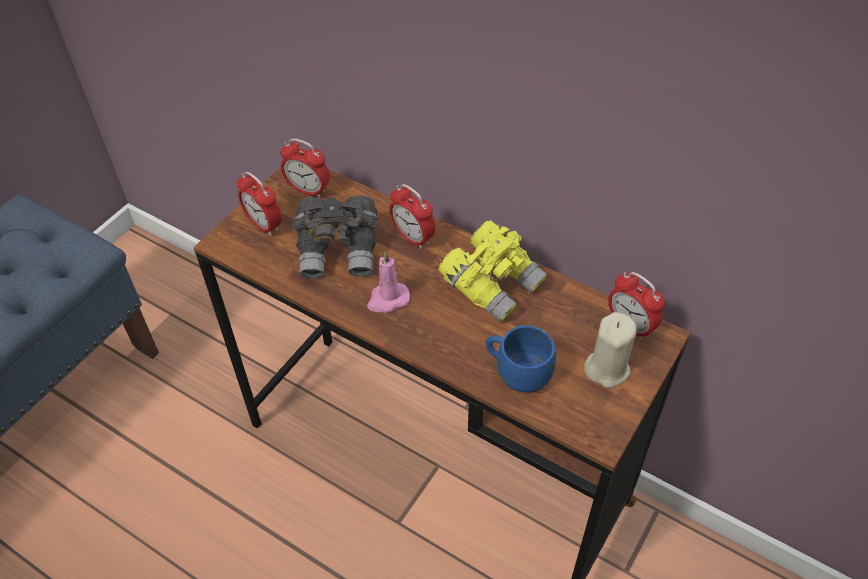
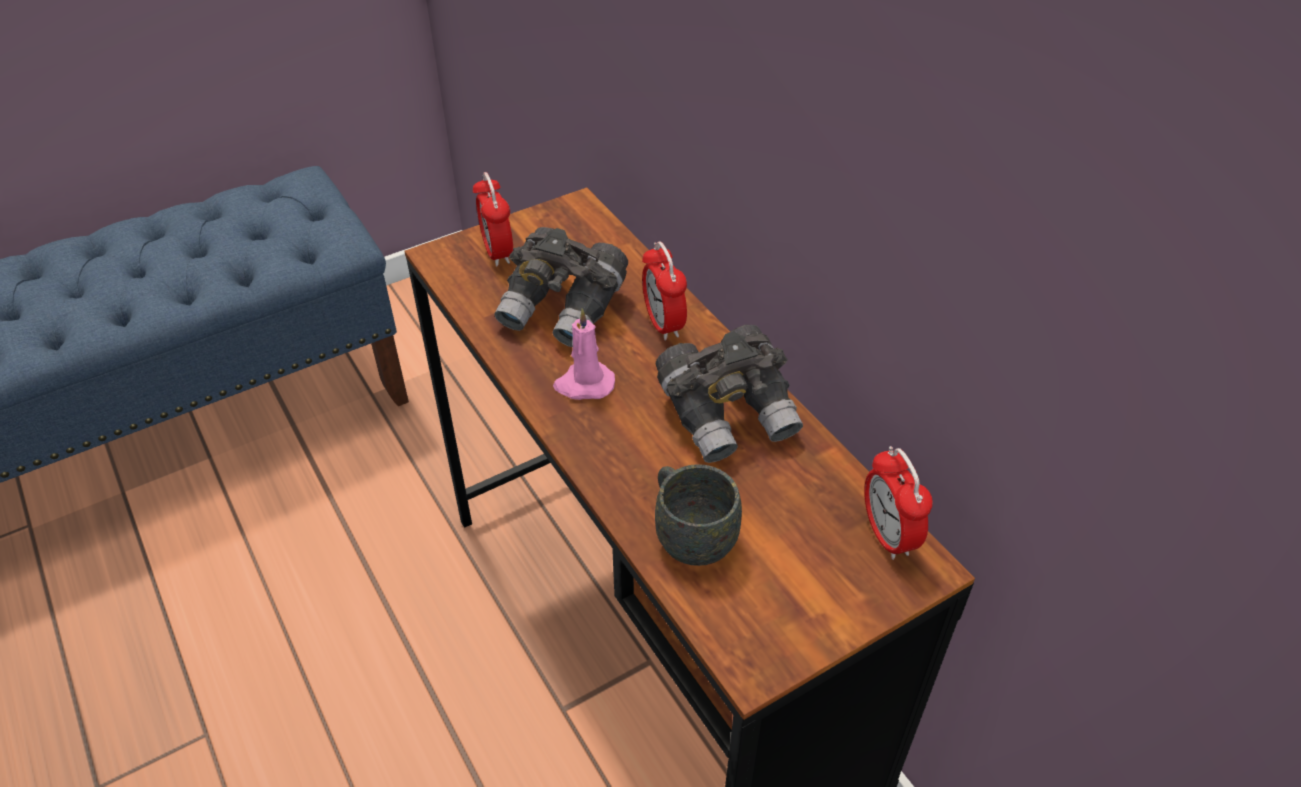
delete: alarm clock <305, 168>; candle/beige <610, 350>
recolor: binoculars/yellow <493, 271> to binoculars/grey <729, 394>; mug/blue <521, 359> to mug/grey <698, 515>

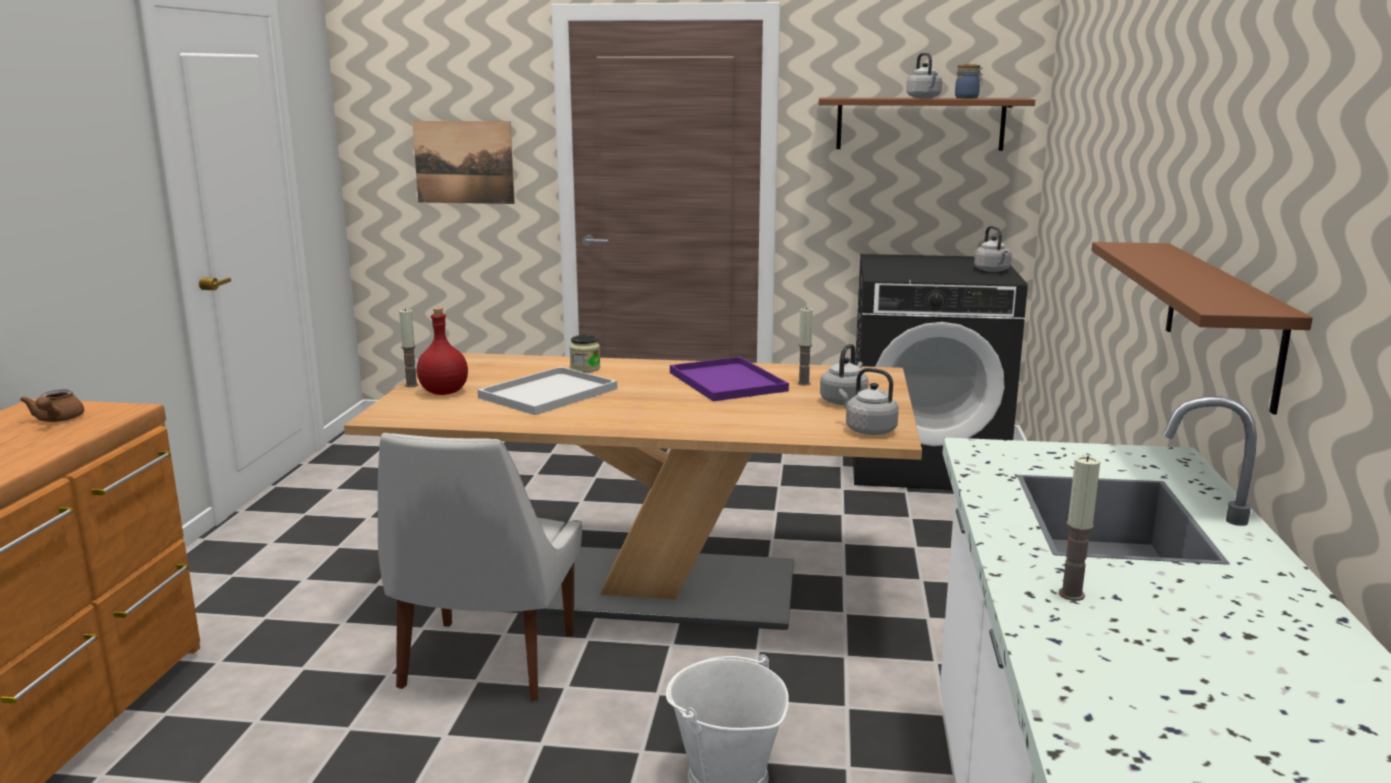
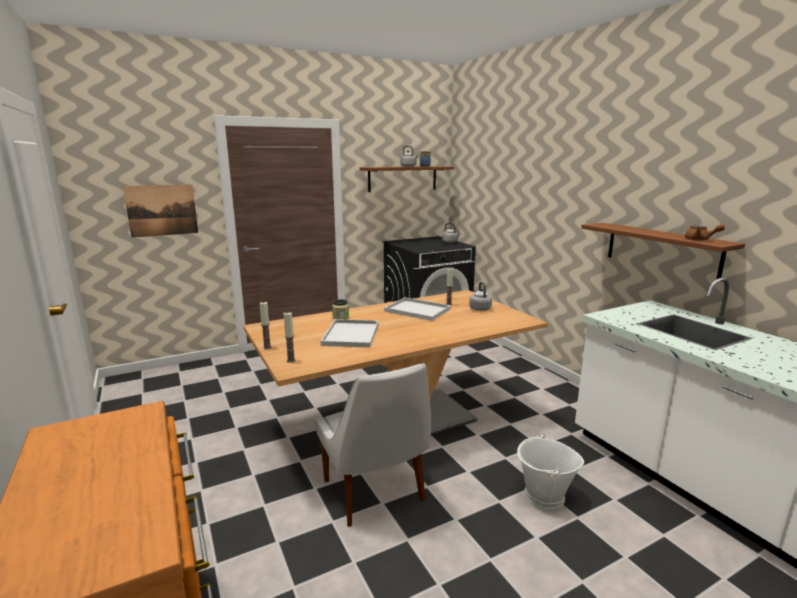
delete: bottle/red <442, 351>; kettle/grey <869, 401>
move: teapot/brown <52, 405> to <705, 232>; candle <1079, 528> to <290, 337>
recolor: tray/purple <729, 379> to tray/white <417, 309>

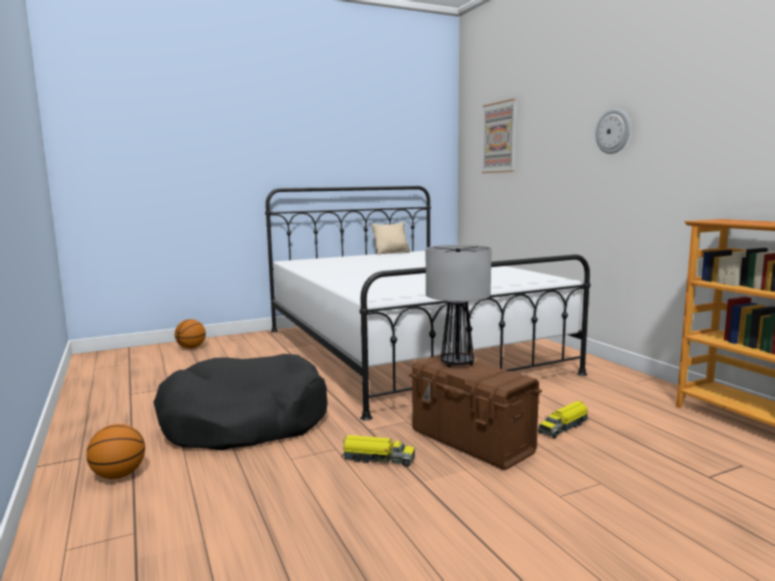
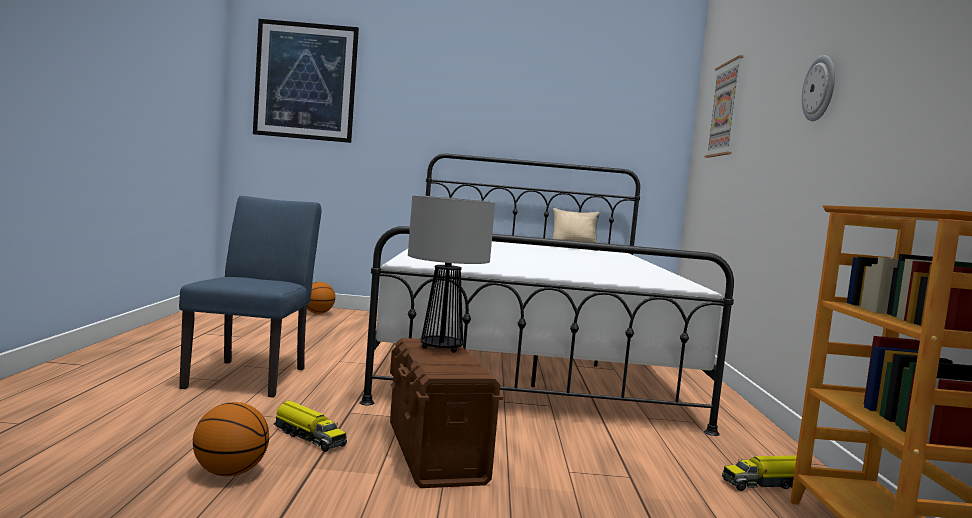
insert: picture <306, 81>
move: toy truck <563, 420> to <759, 473>; basketball <115, 451> to <231, 439>
replace: dog bed/black <240, 402> to chair/blue <250, 297>

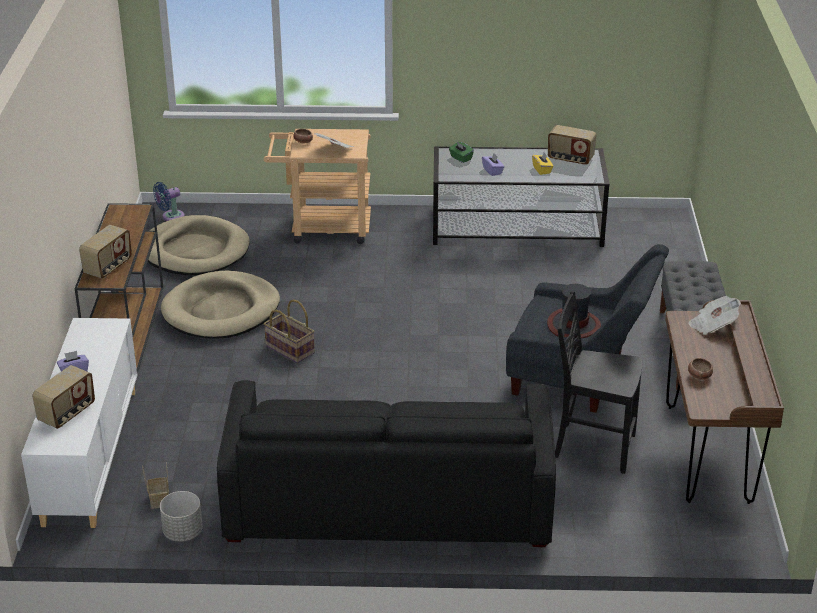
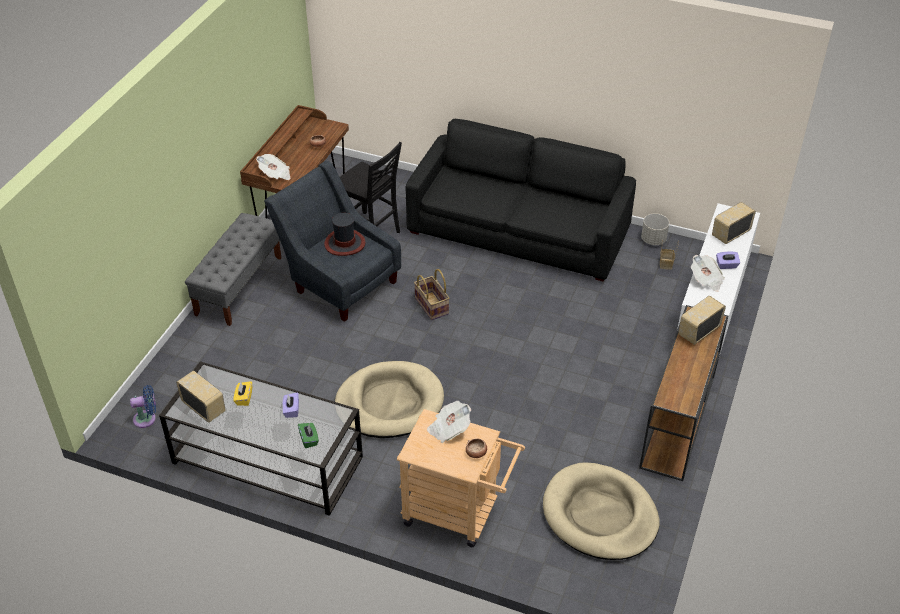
insert: newspaper <708, 273>
move: fan/blue <169, 201> to <143, 406>; dog bed/beige <220, 305> to <389, 399>; basket <289, 331> to <431, 294>

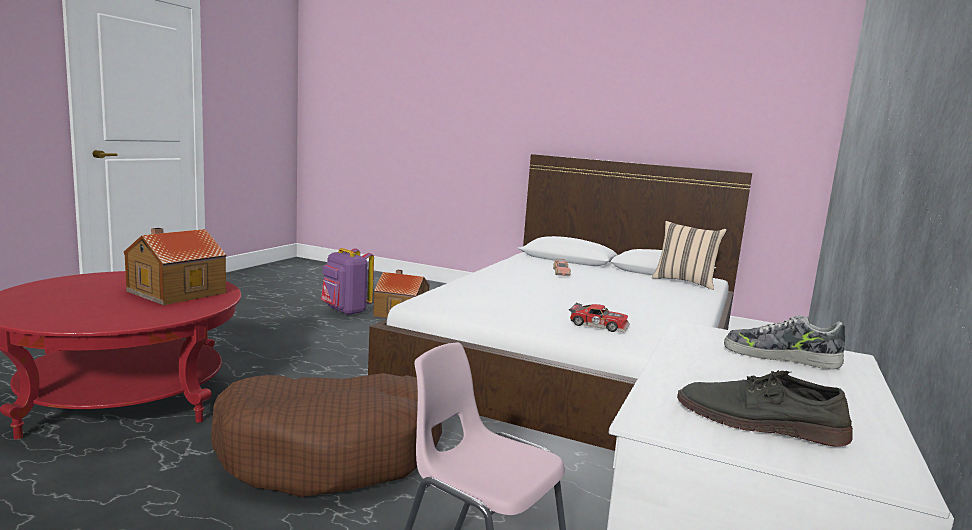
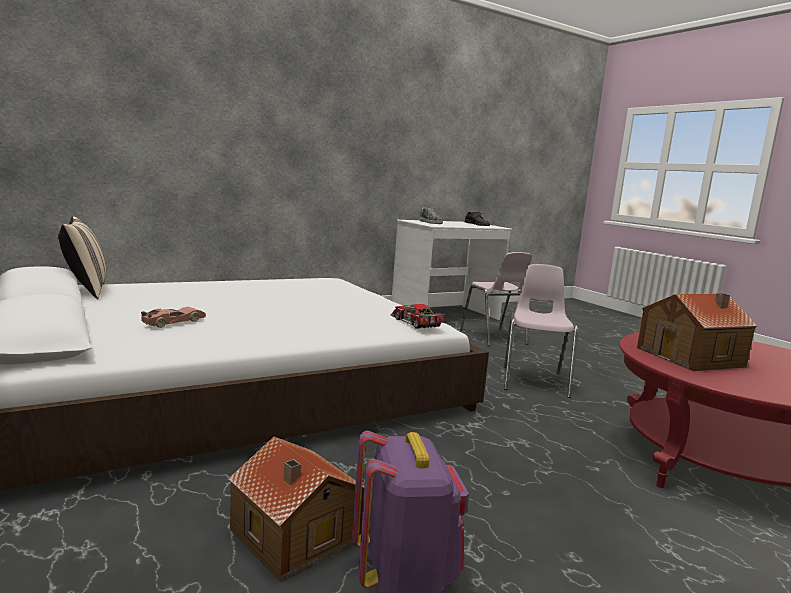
move: toy car <599, 317> to <418, 316>
replace: dog bed/brown <326, 435> to chair/pink <541, 331>

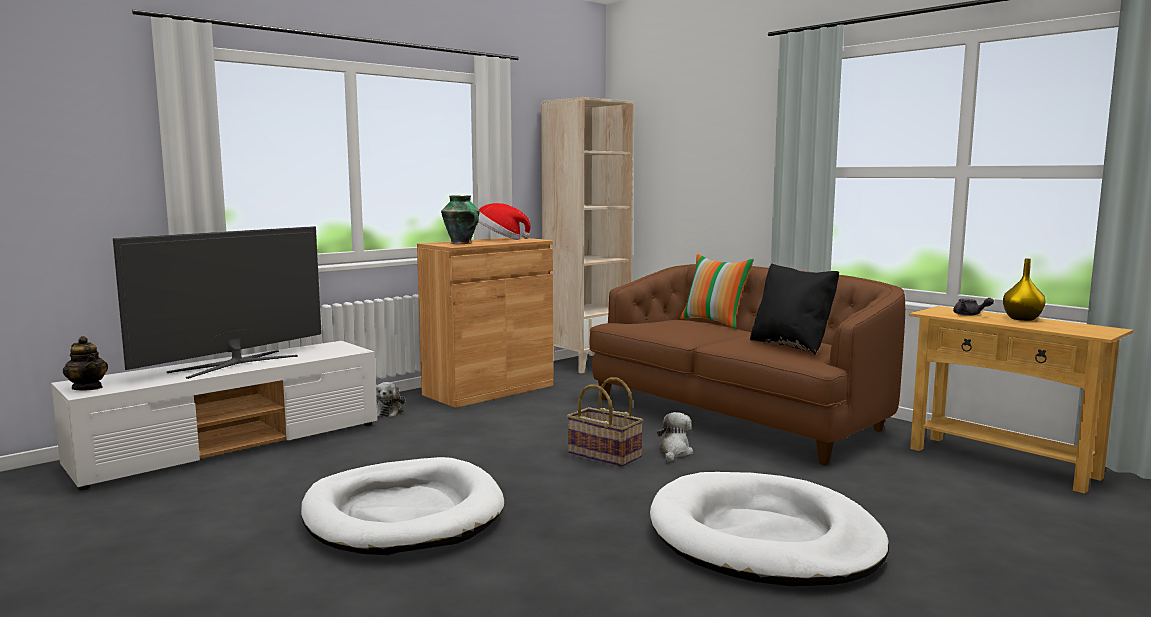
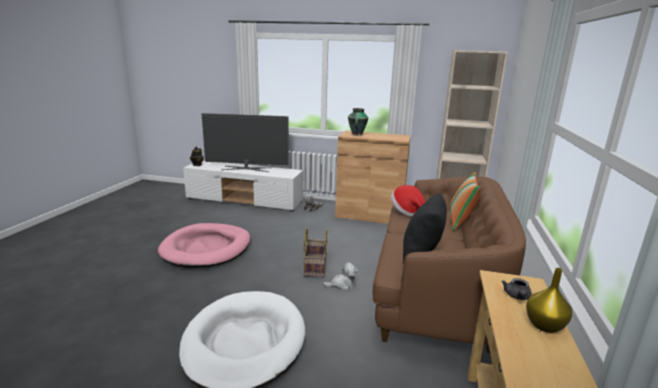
move: hat <505, 221> to <408, 201>
recolor: dog bed/white <402, 506> to dog bed/pink <204, 245>

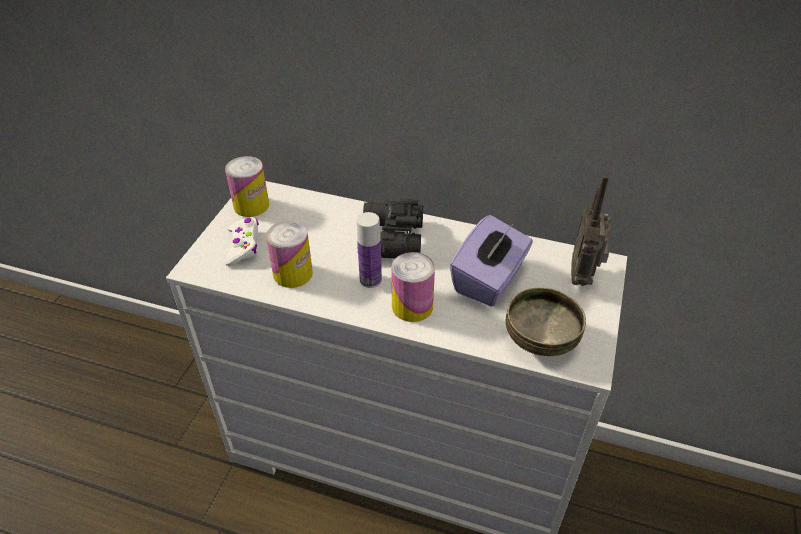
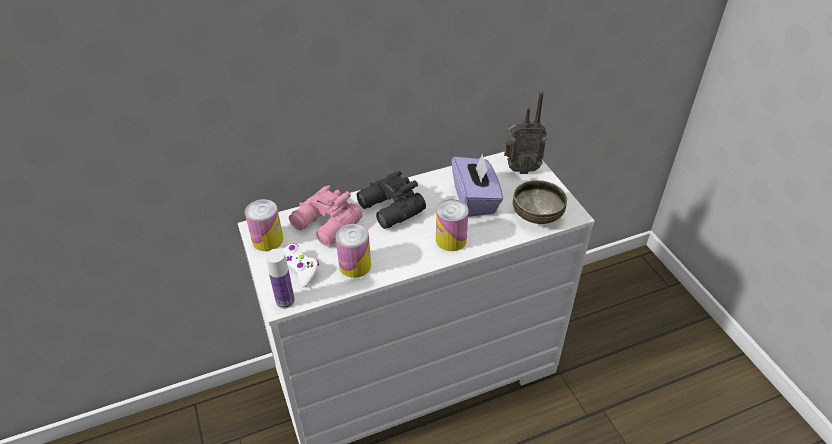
insert: binoculars/pink <326, 215>
move: bottle <369, 250> to <280, 279>
rotate: radio <591, 230> = <525, 133> 60 degrees counterclockwise

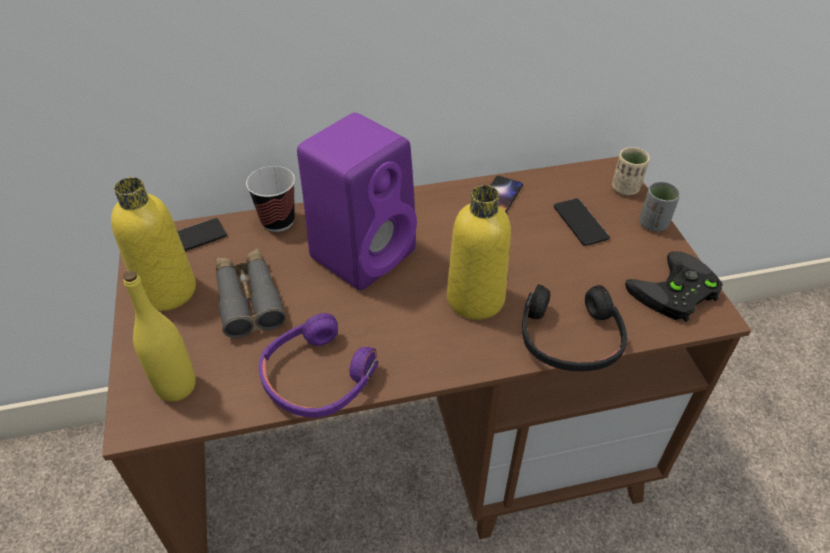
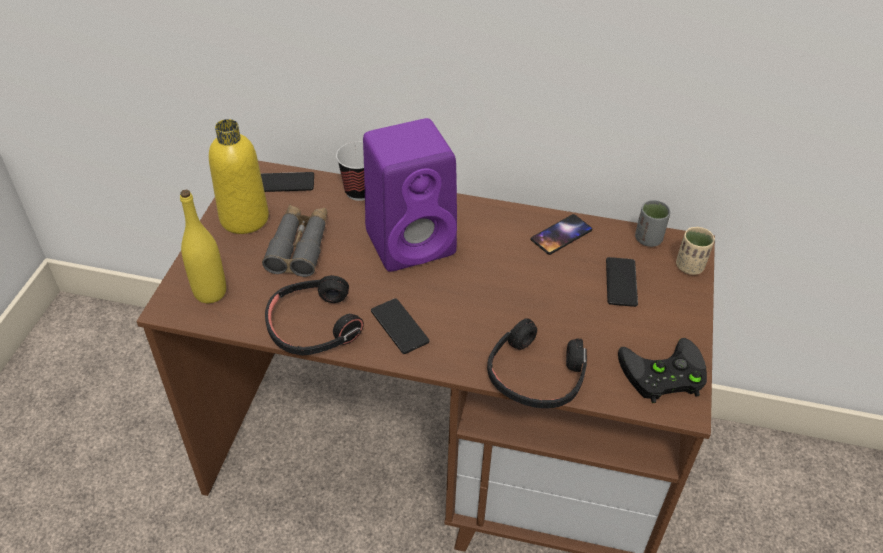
delete: bottle/yellow <479, 252>
insert: phone <400, 326>
move: cup/grey <659, 206> to <653, 223>
recolor: headphones/purple <318, 365> to headphones/black <314, 315>

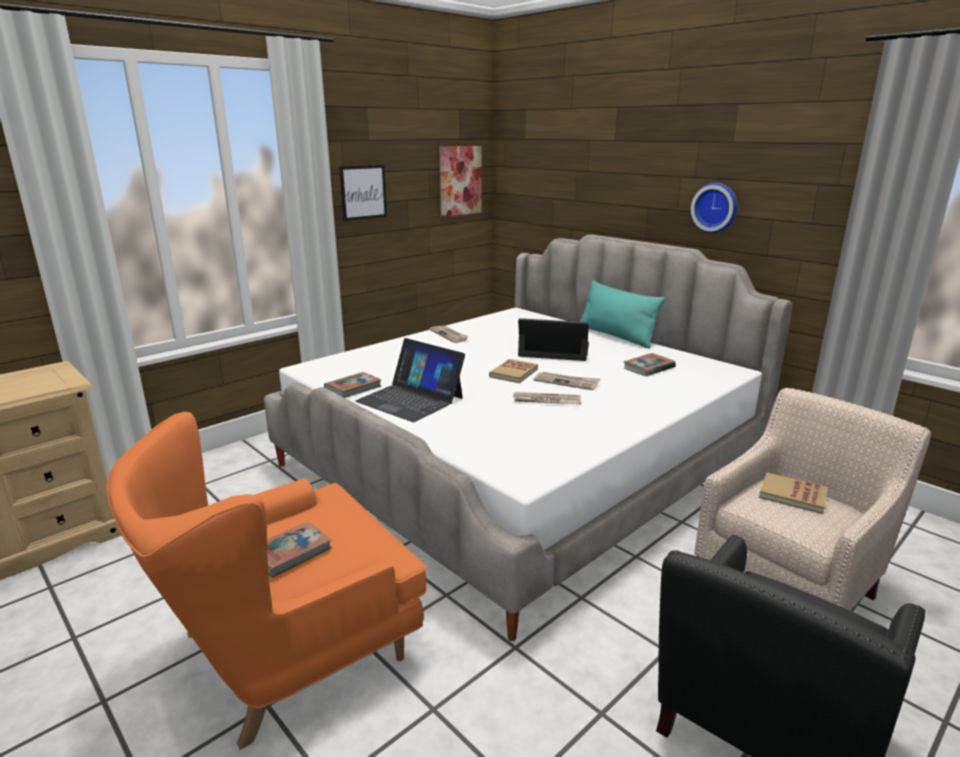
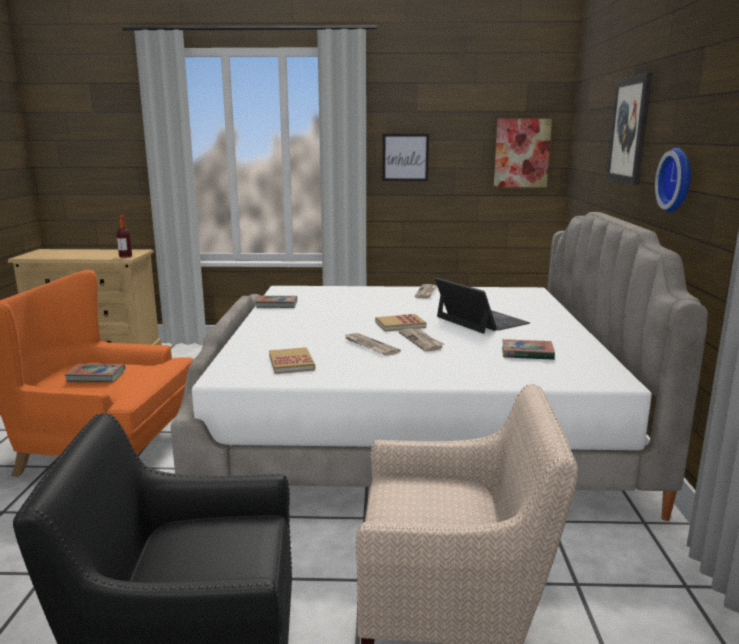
delete: pillow/turquoise <622, 314>; laptop <410, 380>
insert: picture <629, 129>; bottle <124, 237>
move: book <793, 493> to <292, 360>

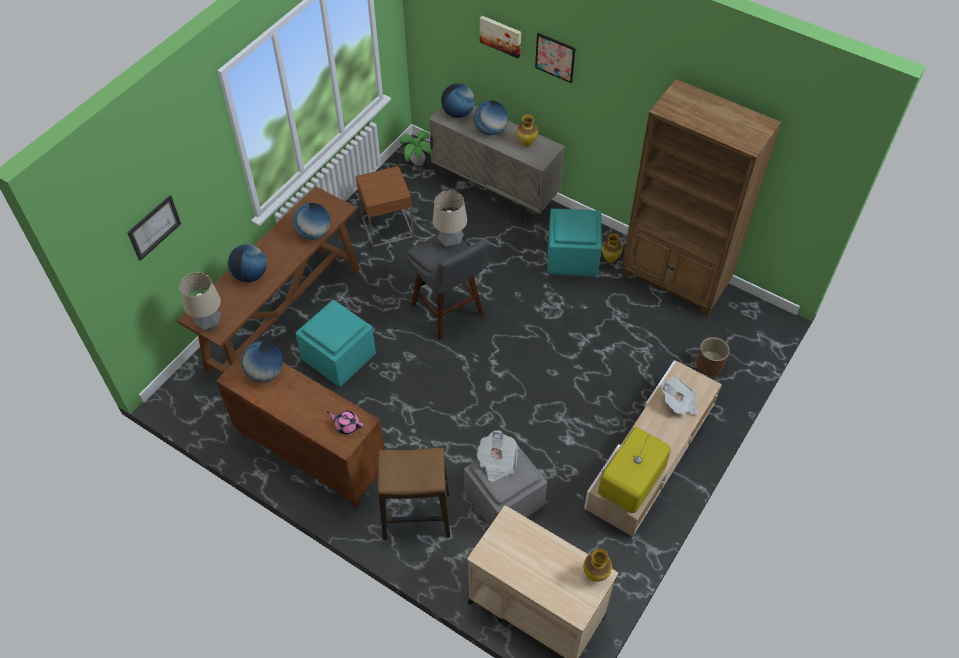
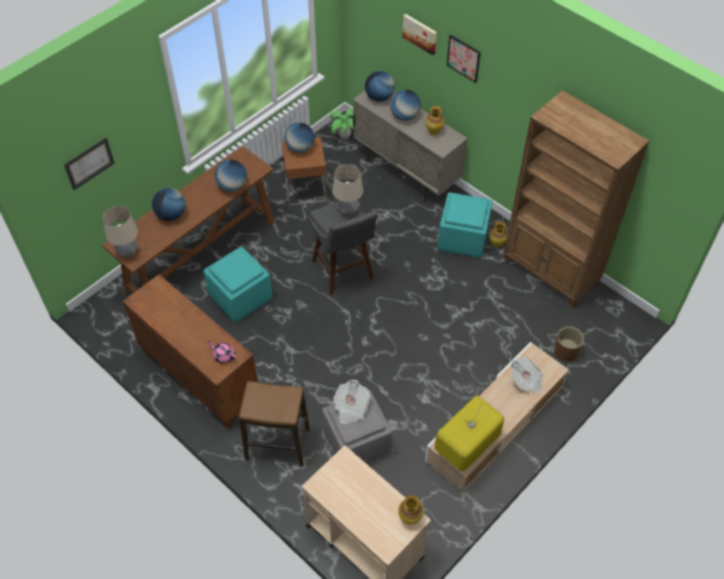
move: globe <262, 361> to <299, 137>

